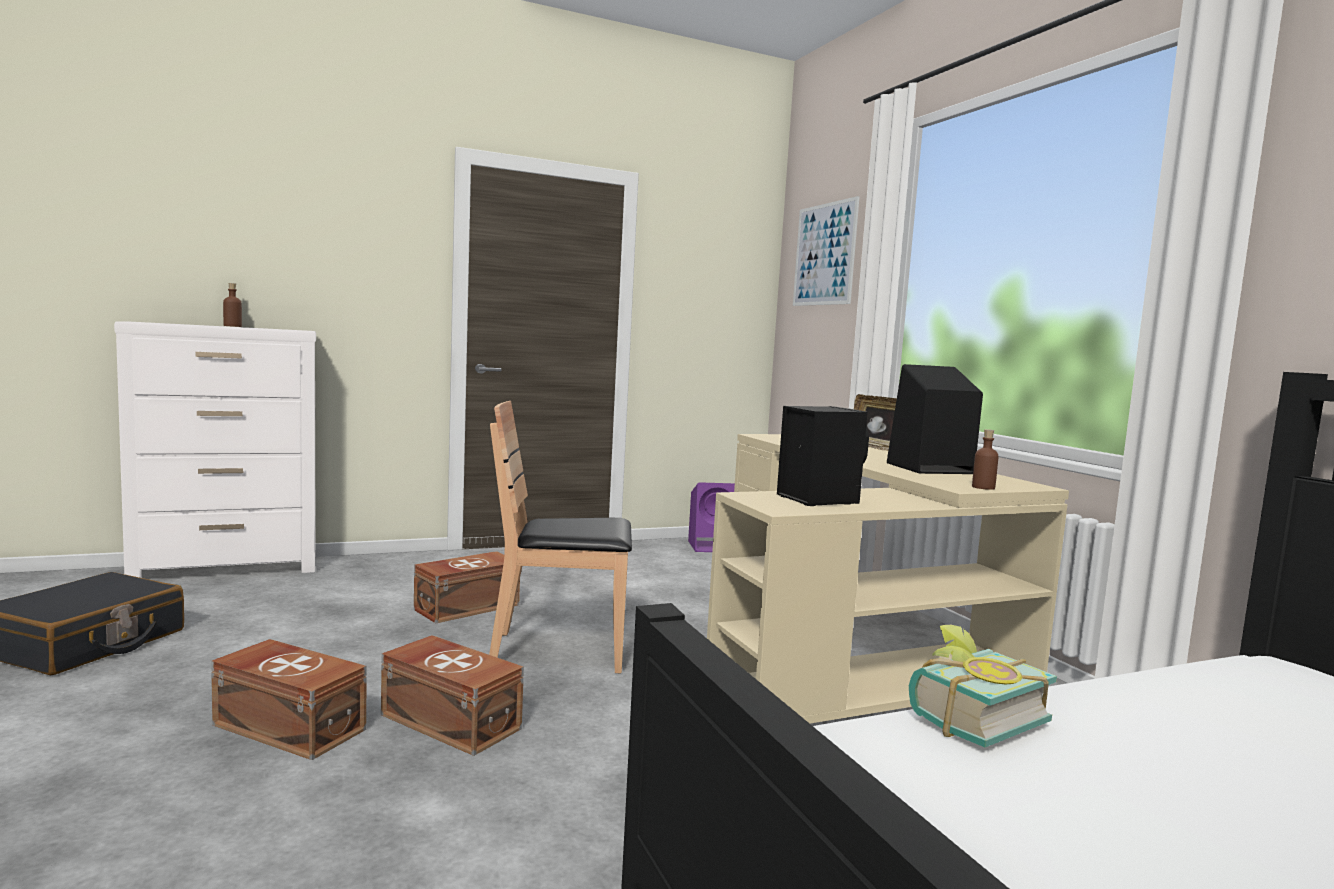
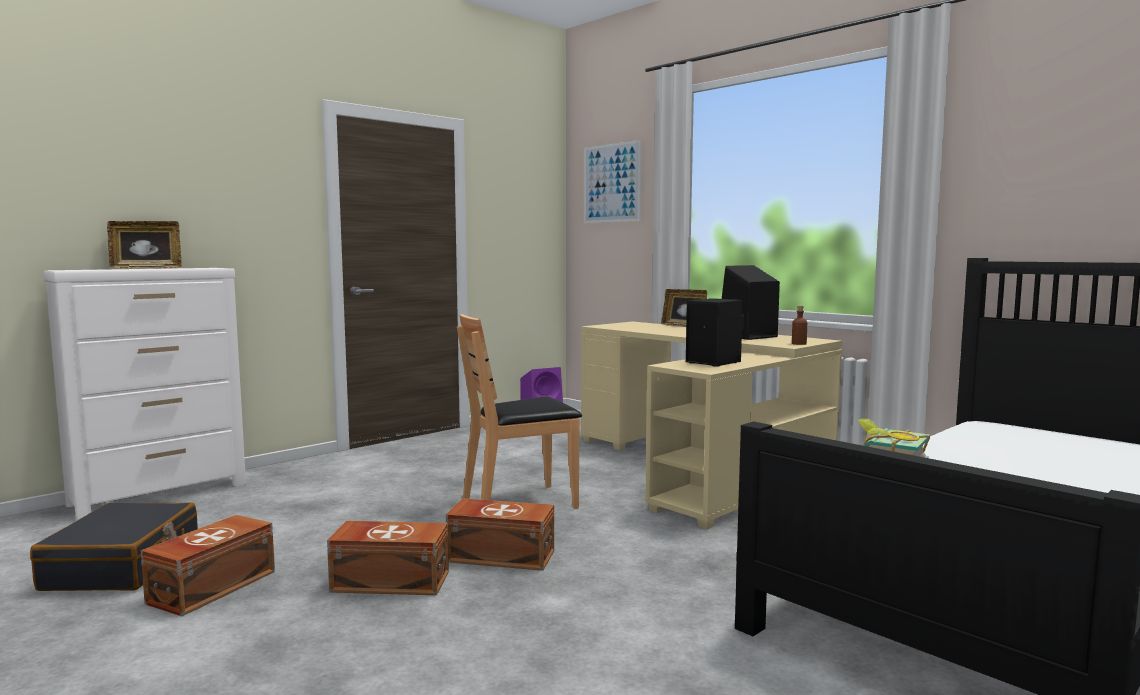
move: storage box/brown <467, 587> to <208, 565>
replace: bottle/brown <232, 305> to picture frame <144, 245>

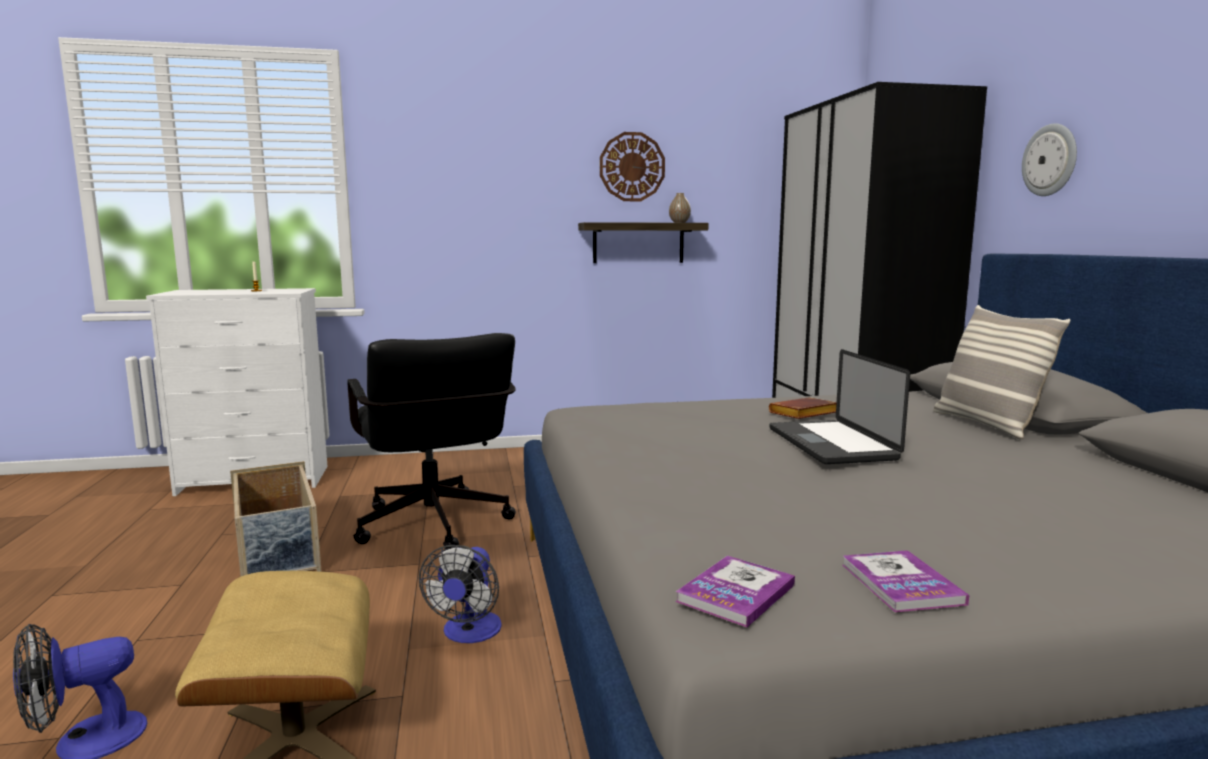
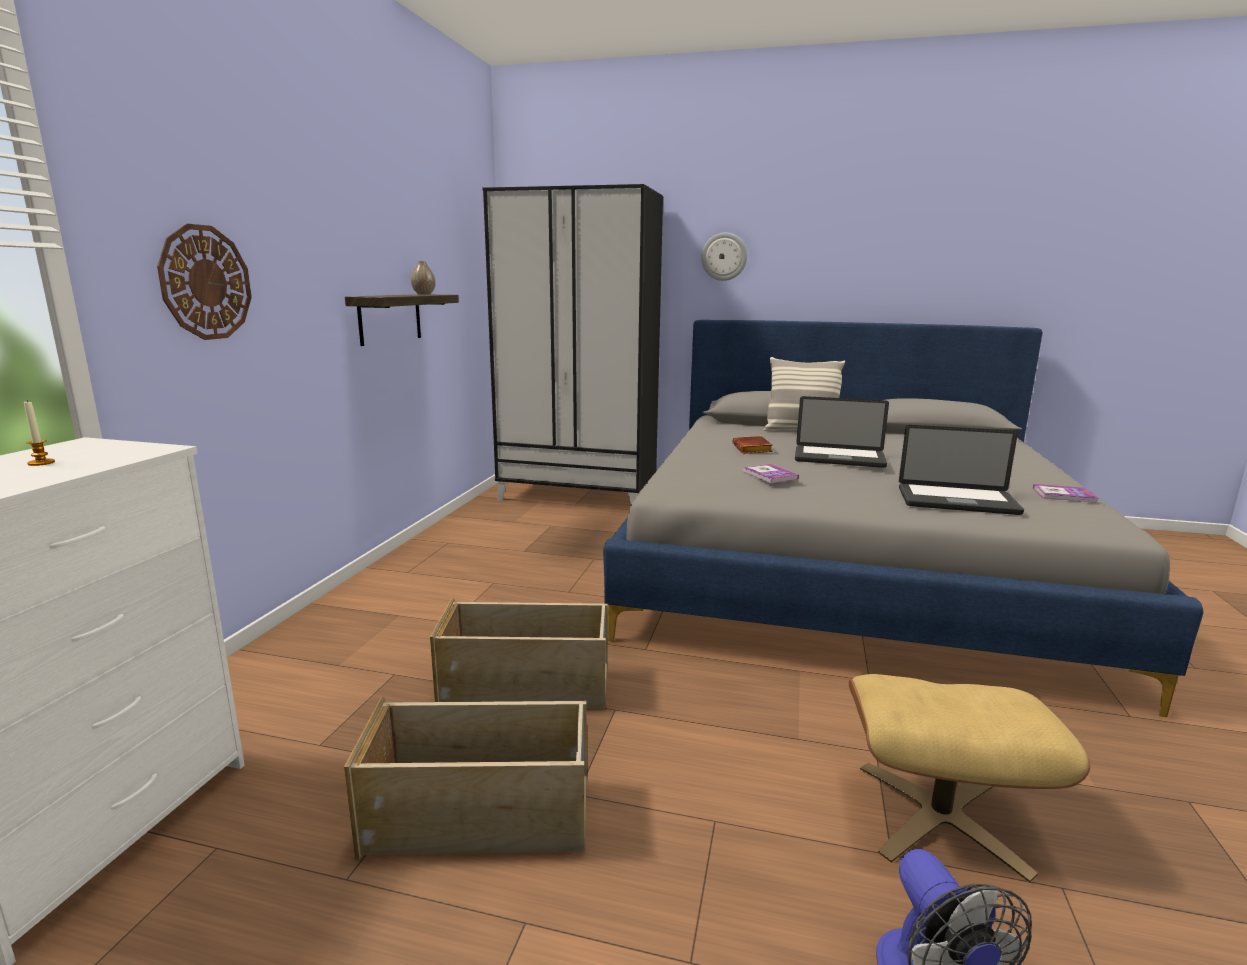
delete: fan <460, 594>
insert: laptop <961, 470>
move: wall clock <632, 166> to <204, 282>; book <735, 591> to <771, 473>
replace: office chair/black <432, 441> to storage box/beige <519, 653>

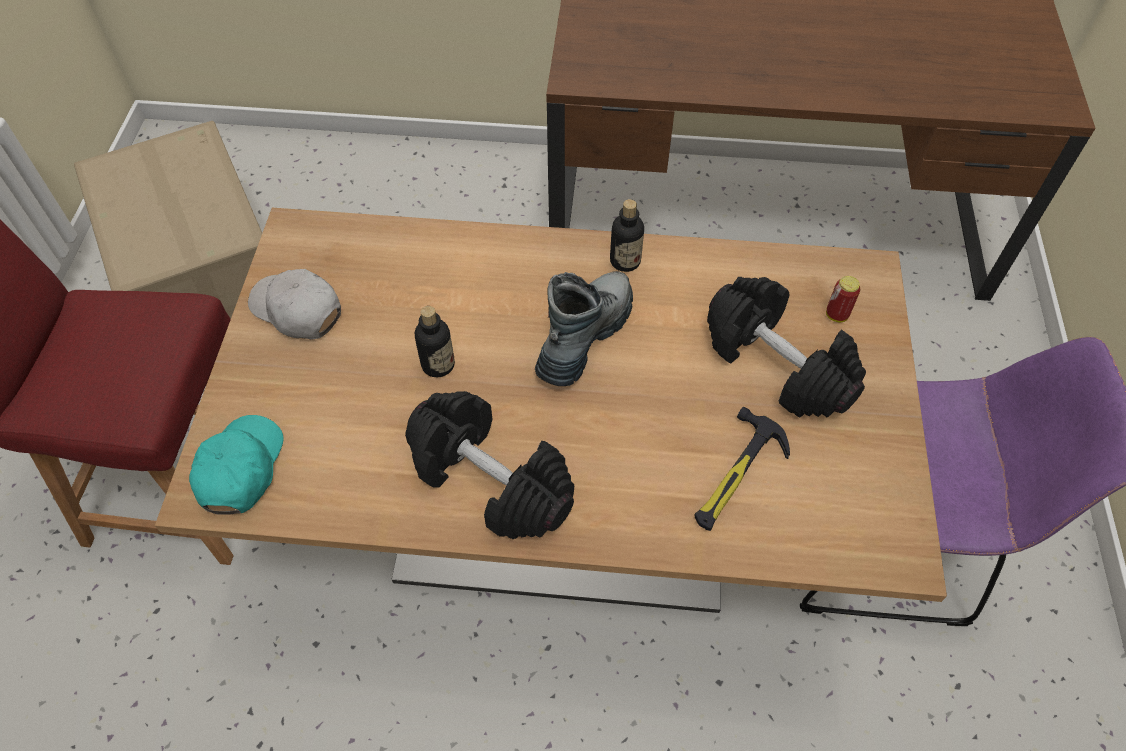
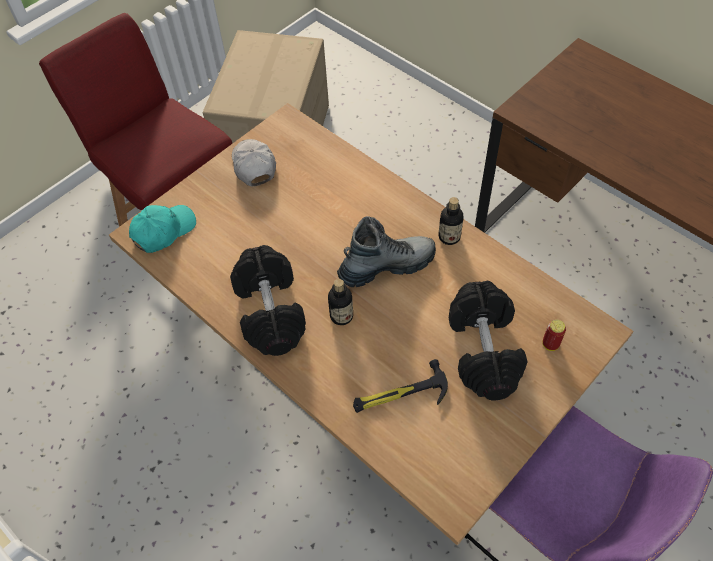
move: bottle <435, 341> to <340, 302>

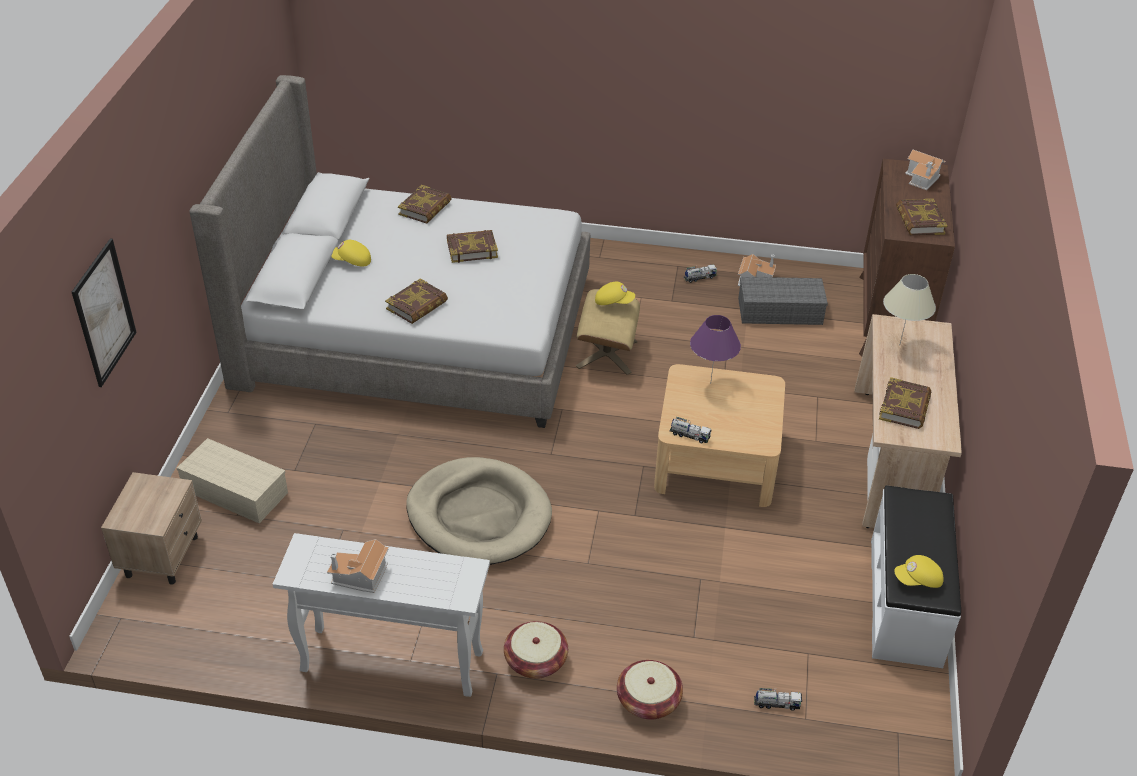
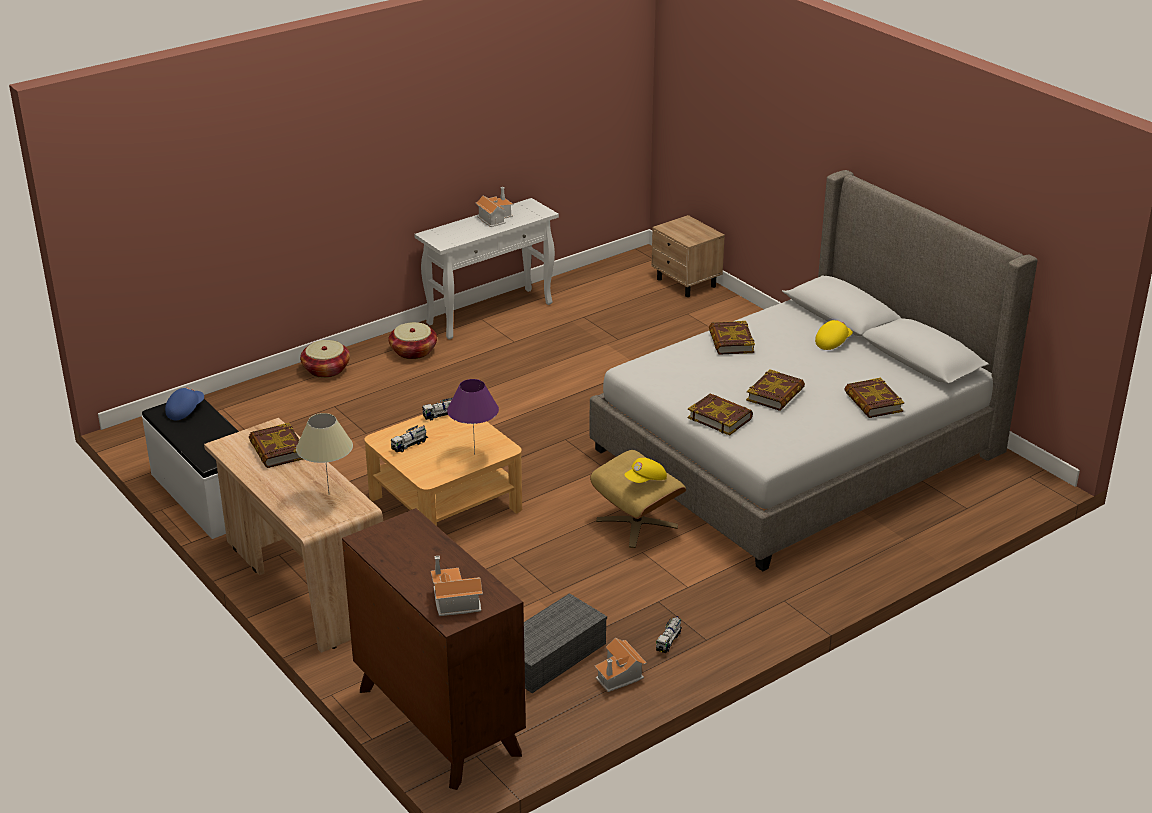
delete: picture <104, 312>; storage box/beige <232, 480>; dog bed/beige <479, 511>
move: book <921, 217> to <720, 414>; toy truck <778, 699> to <409, 438>
recolor: cap/yellow <919, 571> to cap/blue <184, 403>

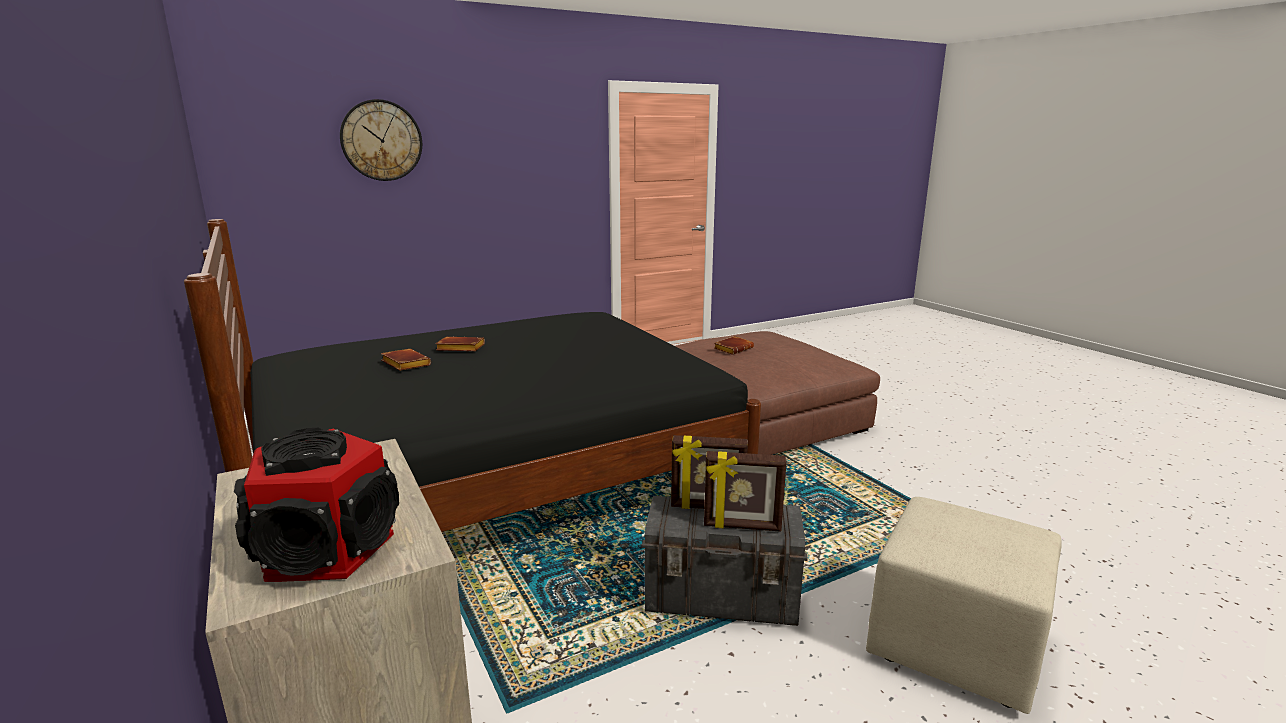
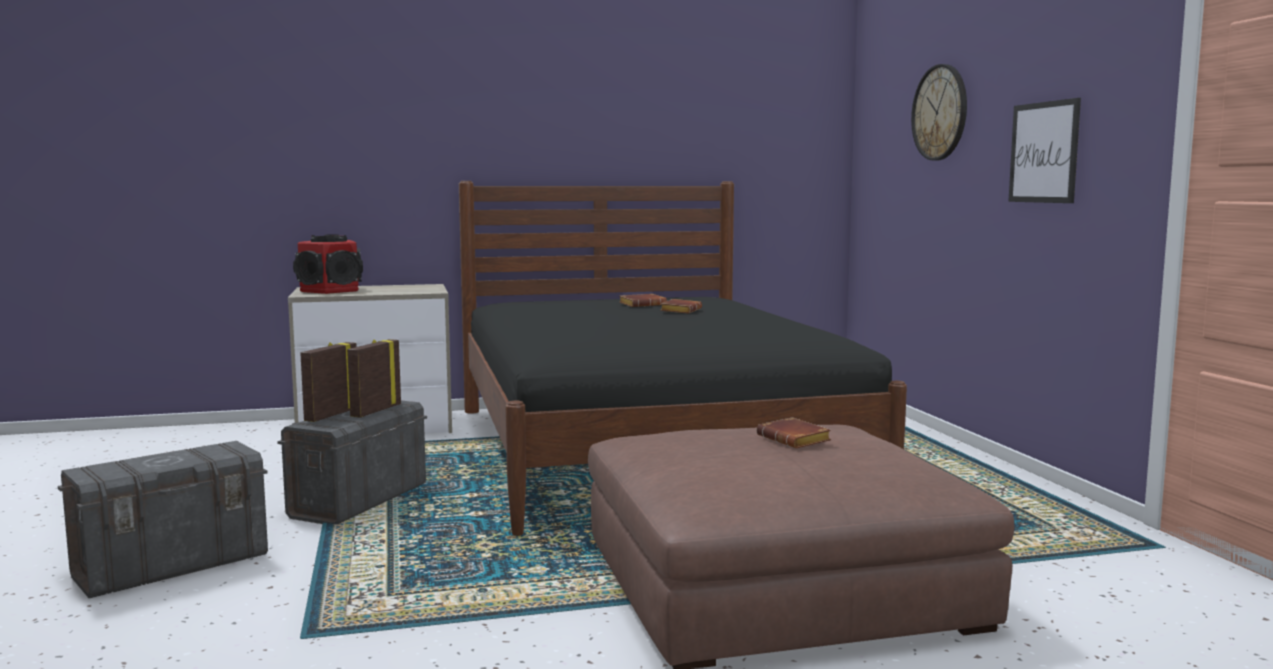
insert: picture <1044, 150>
replace: ottoman/beige <964, 605> to storage box/grey <163, 519>

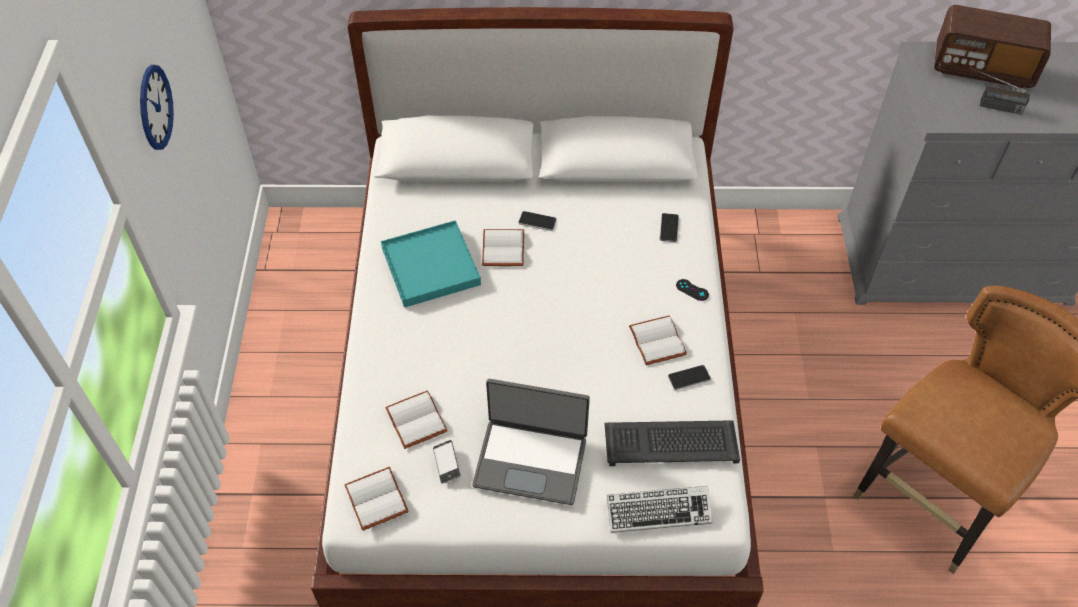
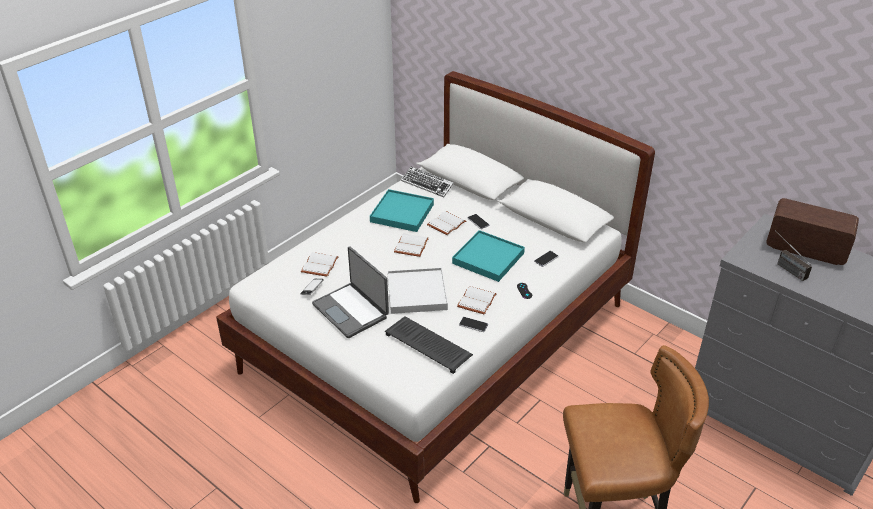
delete: wall clock <157, 107>
insert: tray/turquoise <488, 256>; tray/white <417, 291>
move: book/white <376, 499> to <411, 245>; keyboard <660, 509> to <427, 181>
rotate: radio <992, 46> = <812, 231> 150 degrees clockwise

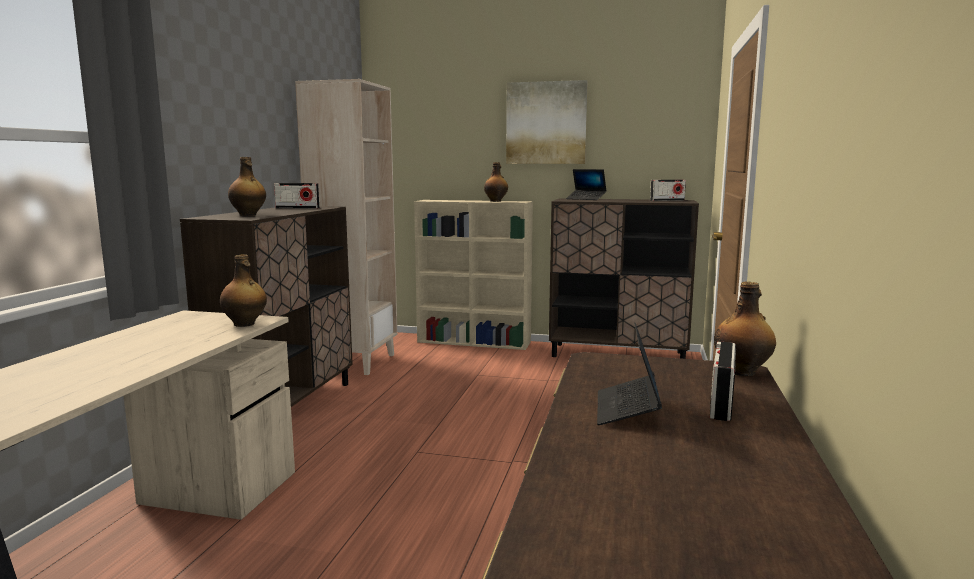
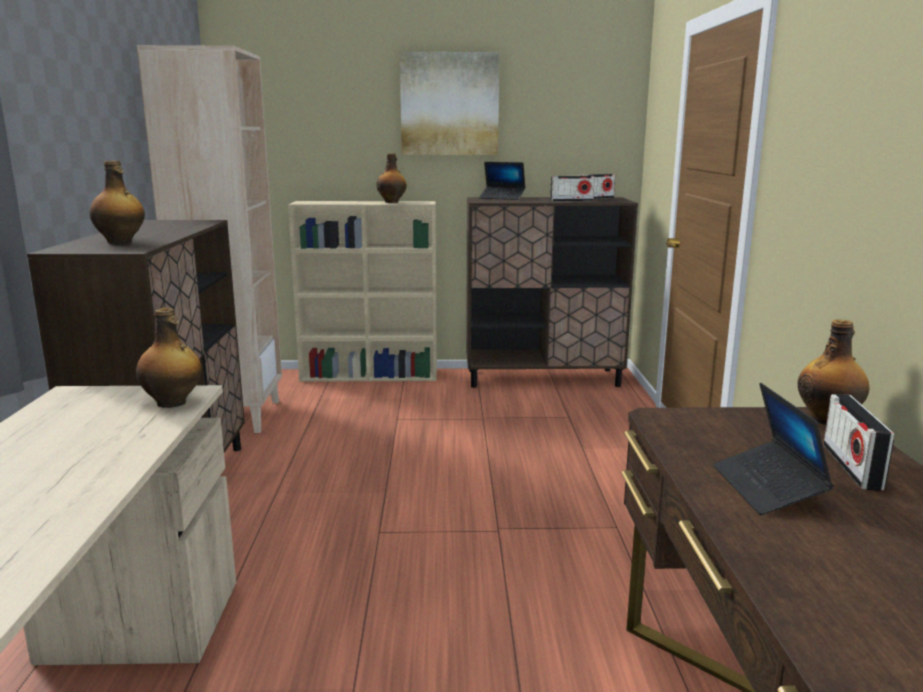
move: radio <297, 196> to <572, 189>

